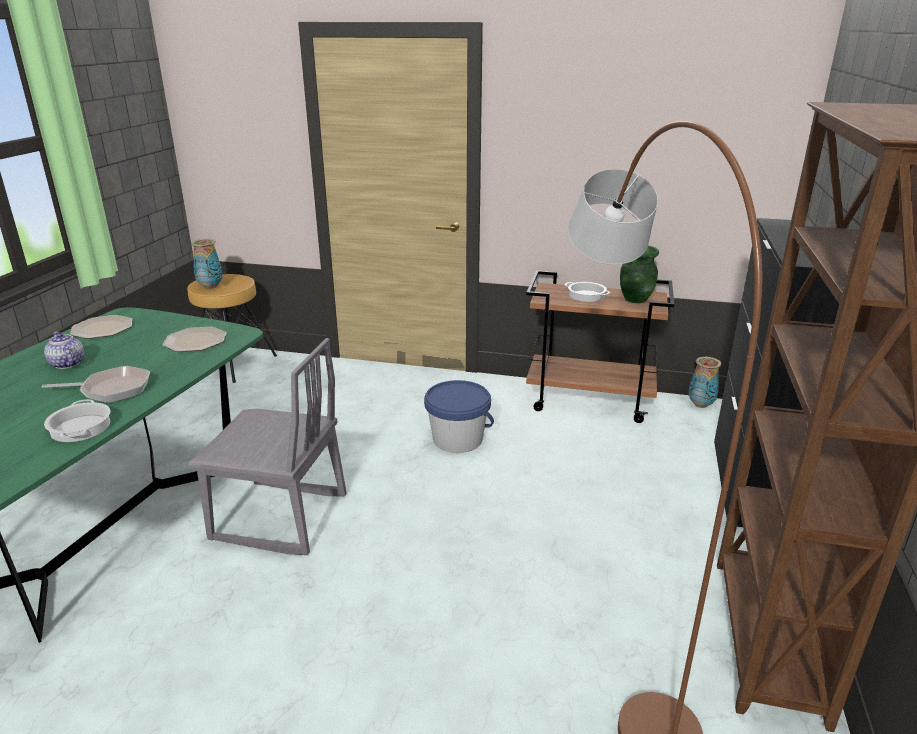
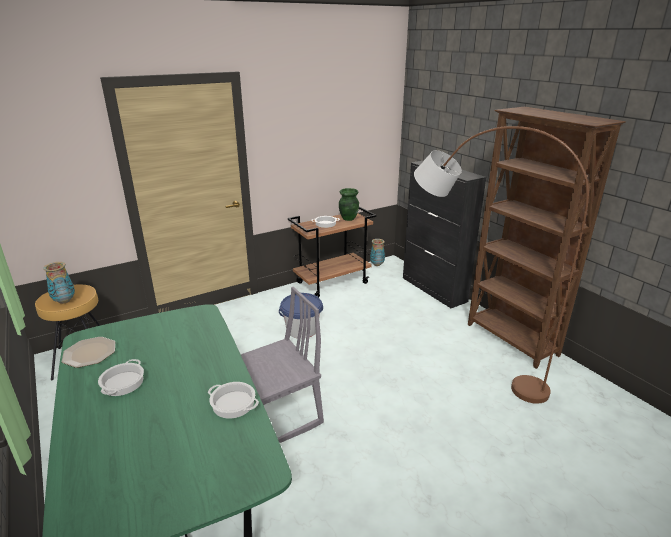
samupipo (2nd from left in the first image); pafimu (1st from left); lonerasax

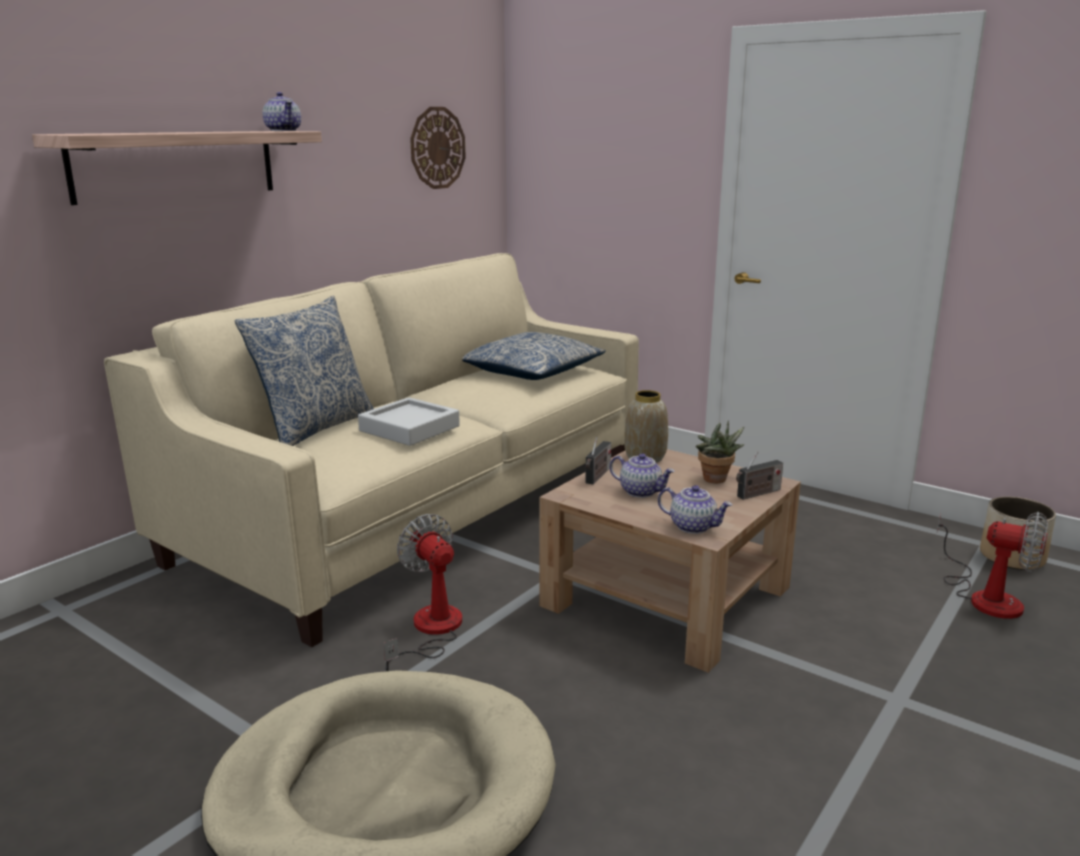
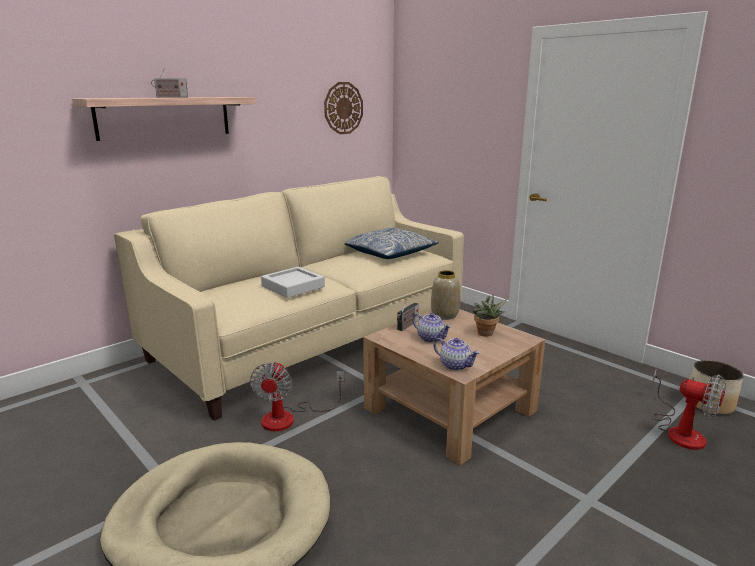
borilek (1st from left in the first image); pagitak (1st from left in the first image); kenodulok (1st from left); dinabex (1st from left)

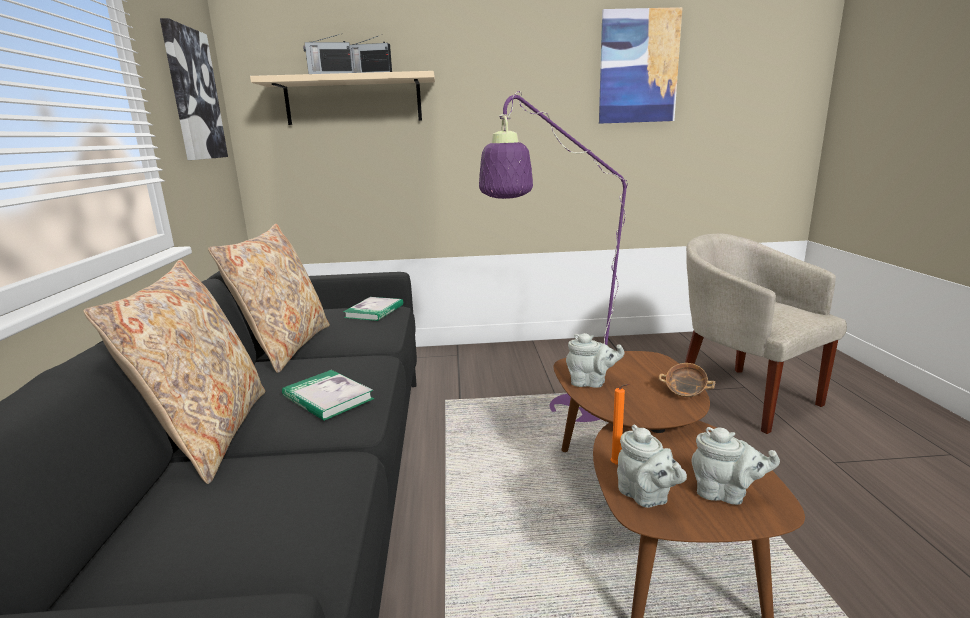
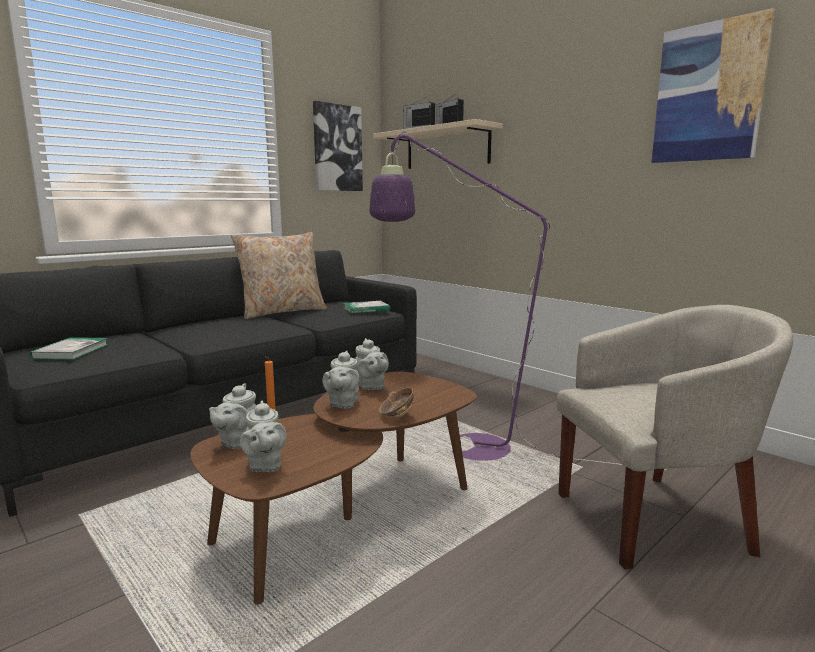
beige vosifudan; beige pagitak (1st from left in the first image); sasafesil (1st from left); grey borilek (3rd from left)

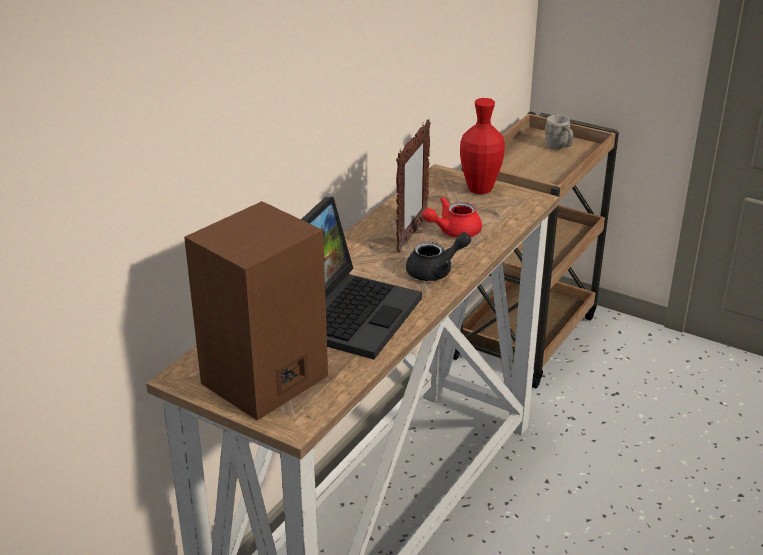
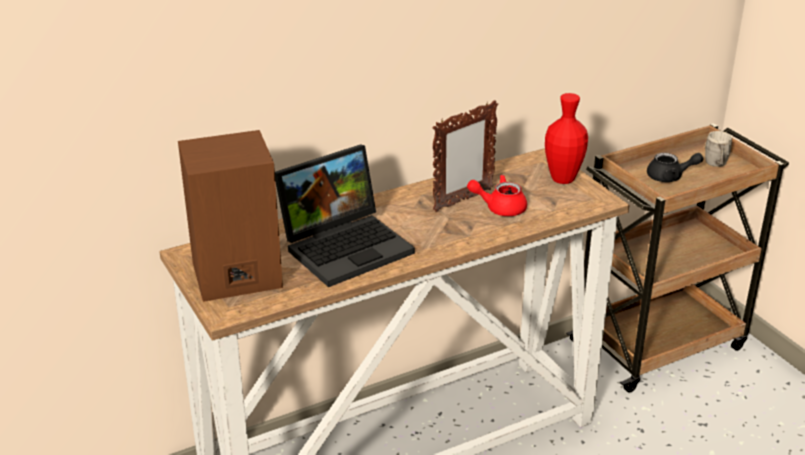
black borilek

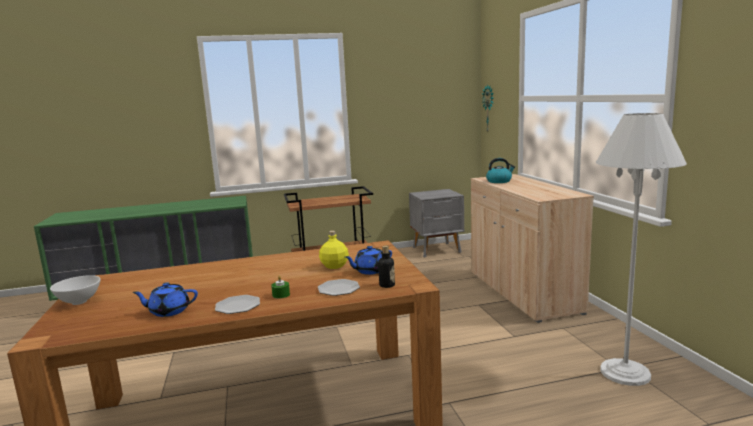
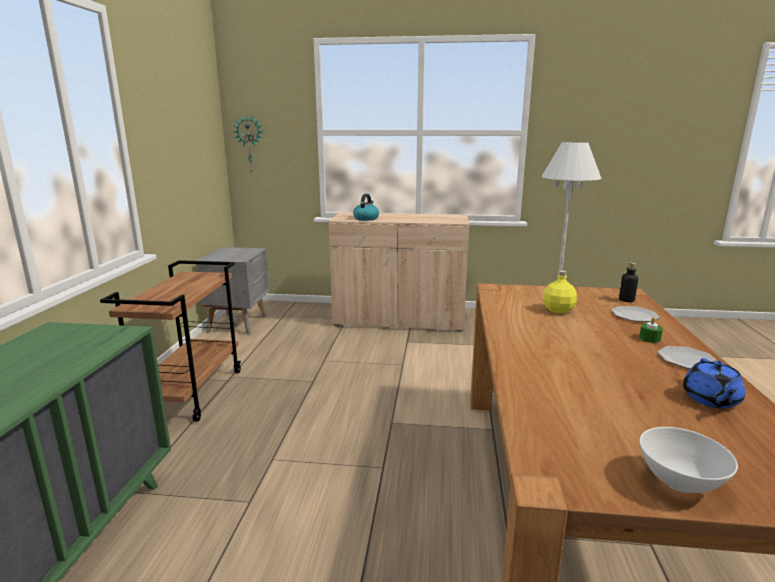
blue borilek (2nd from left in the first image)

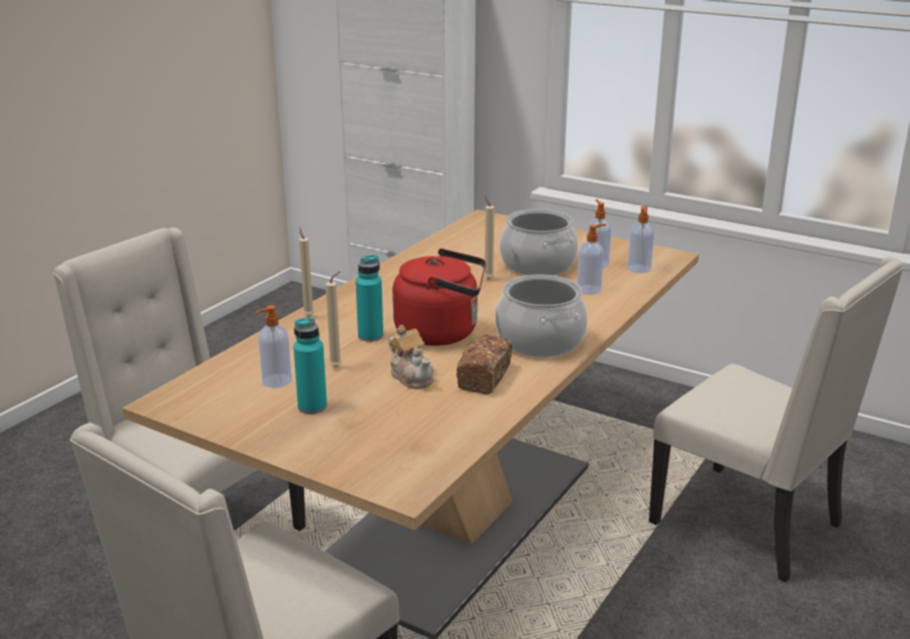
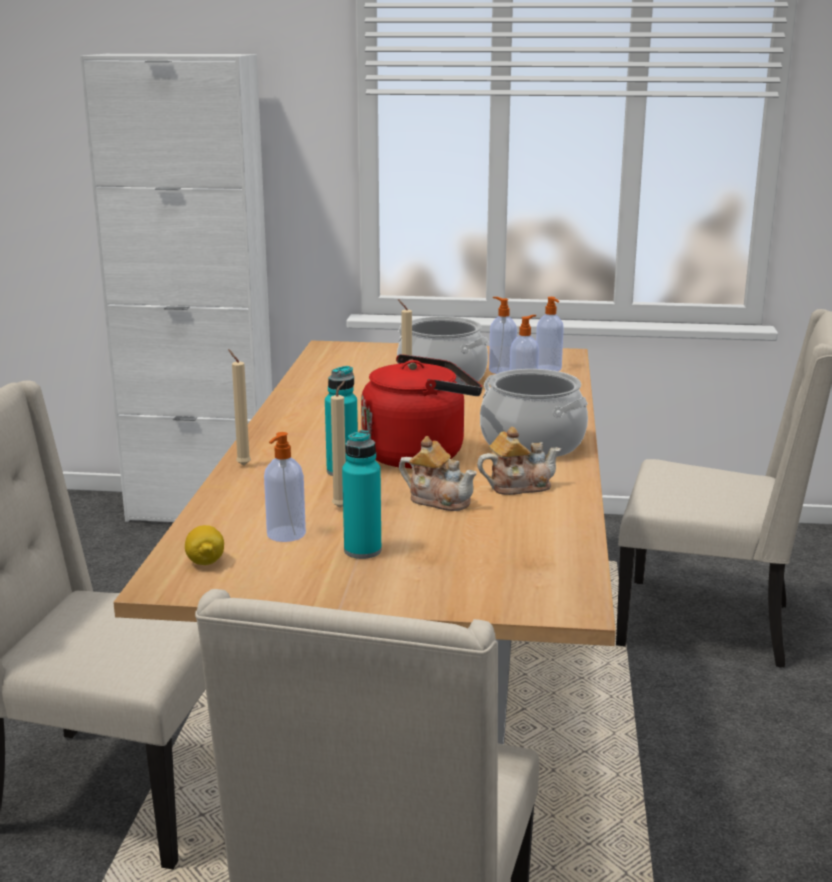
borilek (2nd from left); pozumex

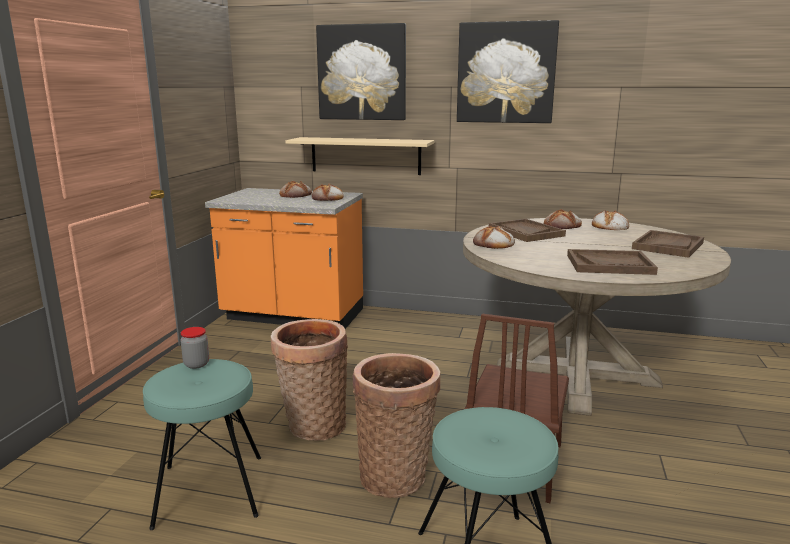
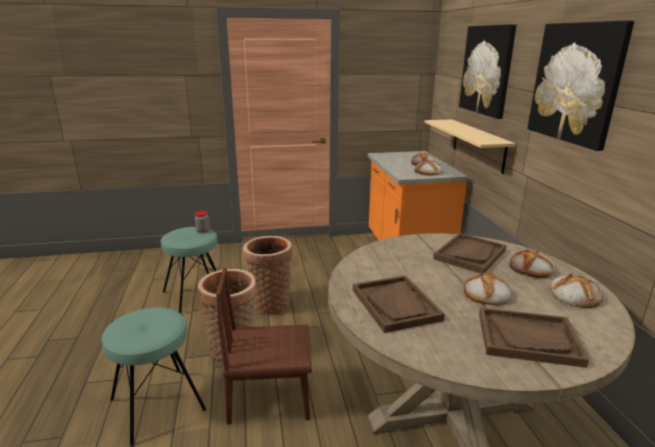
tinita (3rd from left)

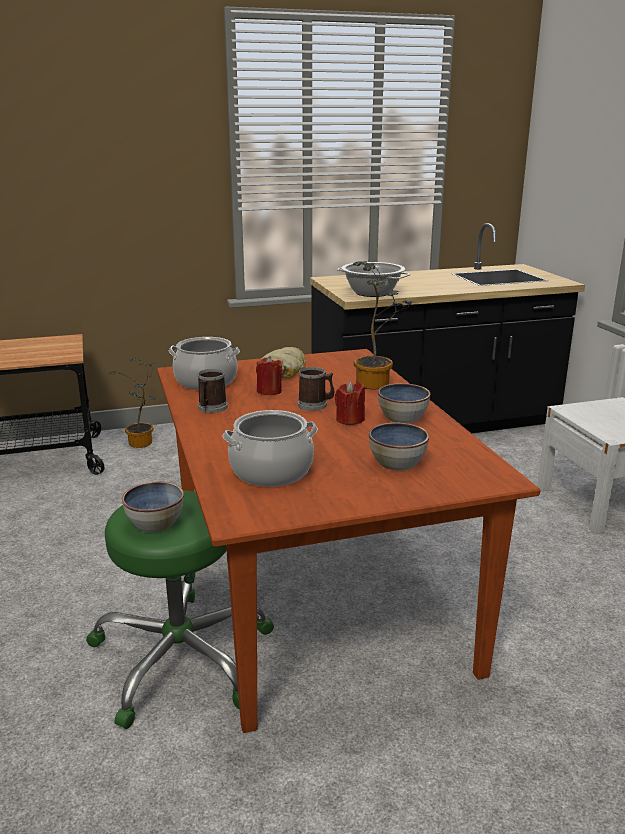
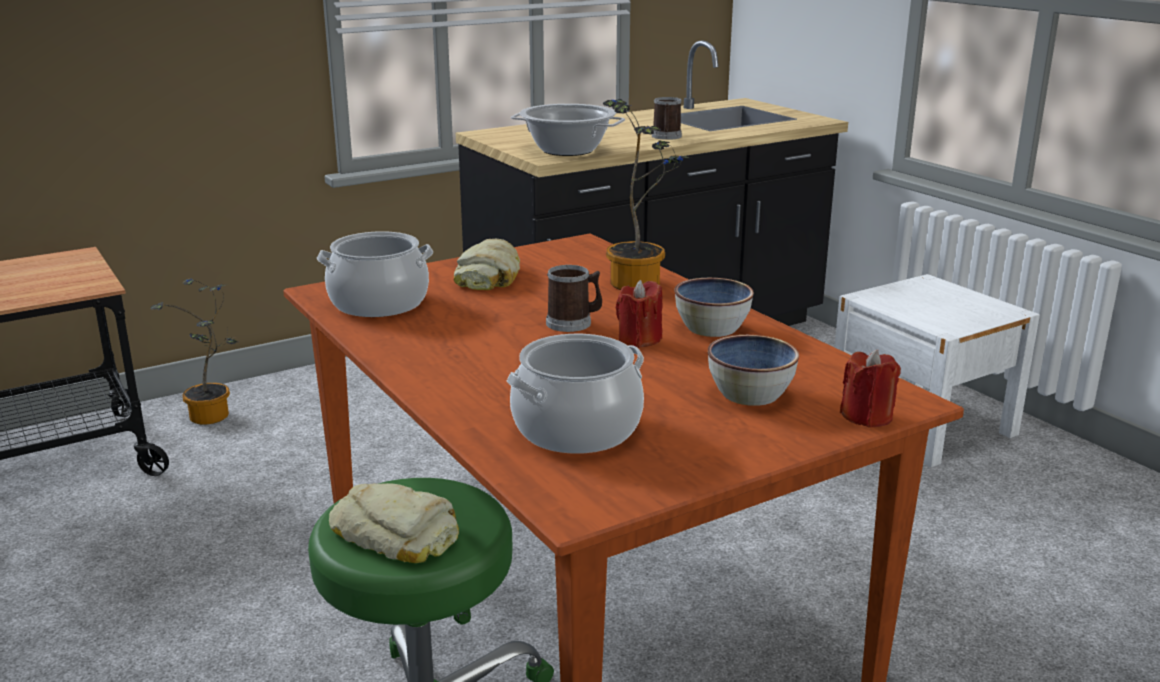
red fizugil (2nd from left); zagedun (2nd from left); tinita (1st from left)

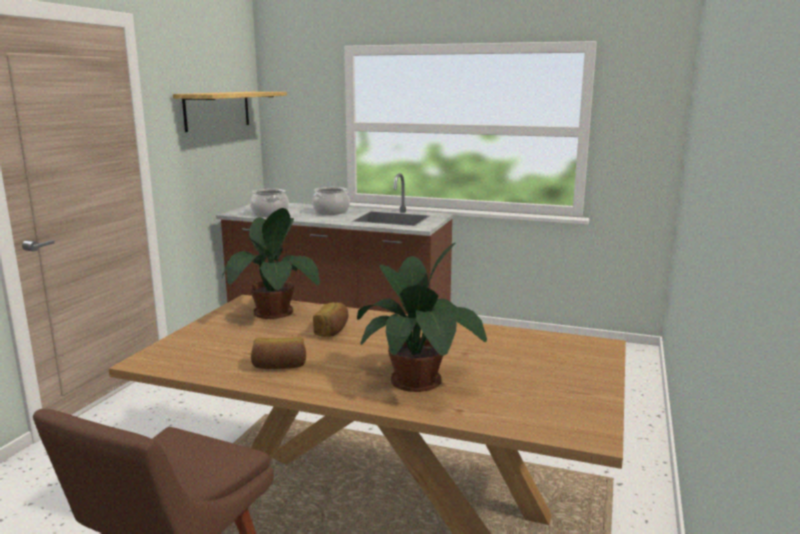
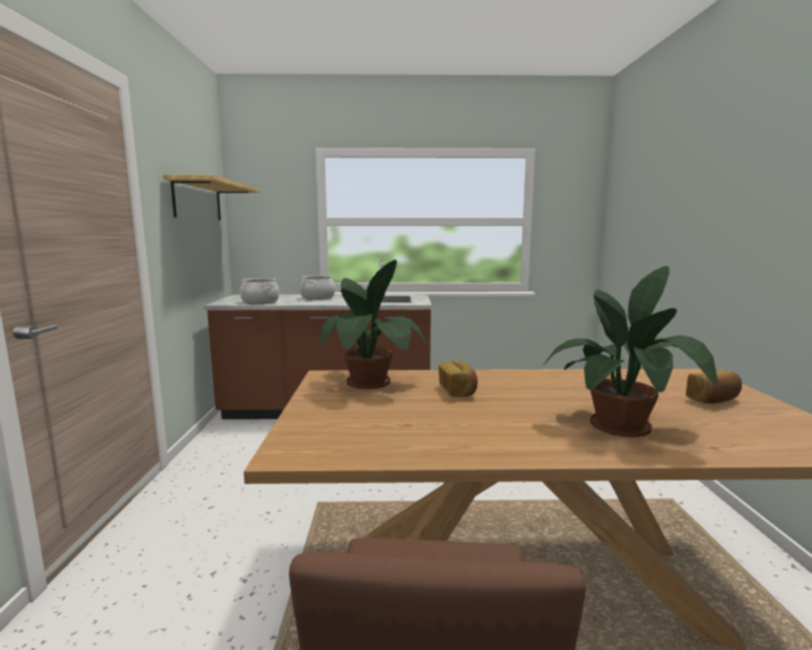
tinita (2nd from left)

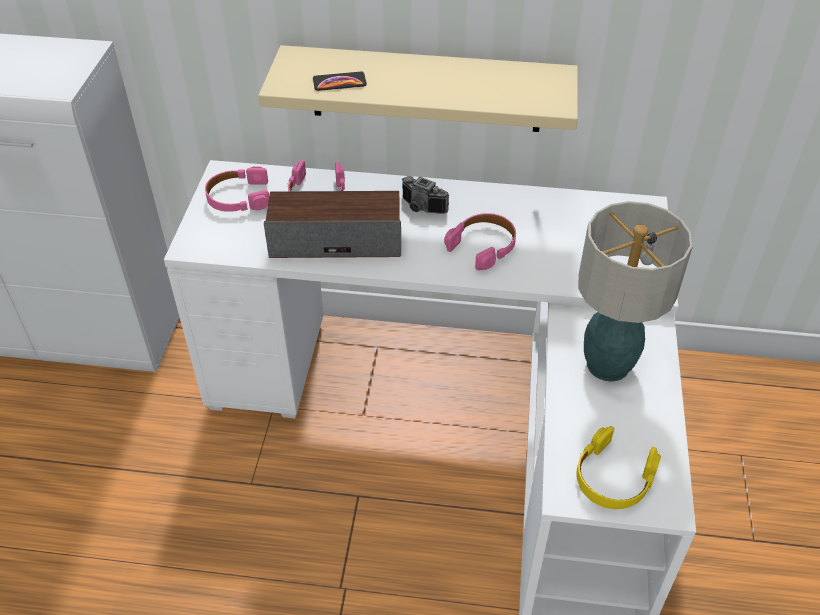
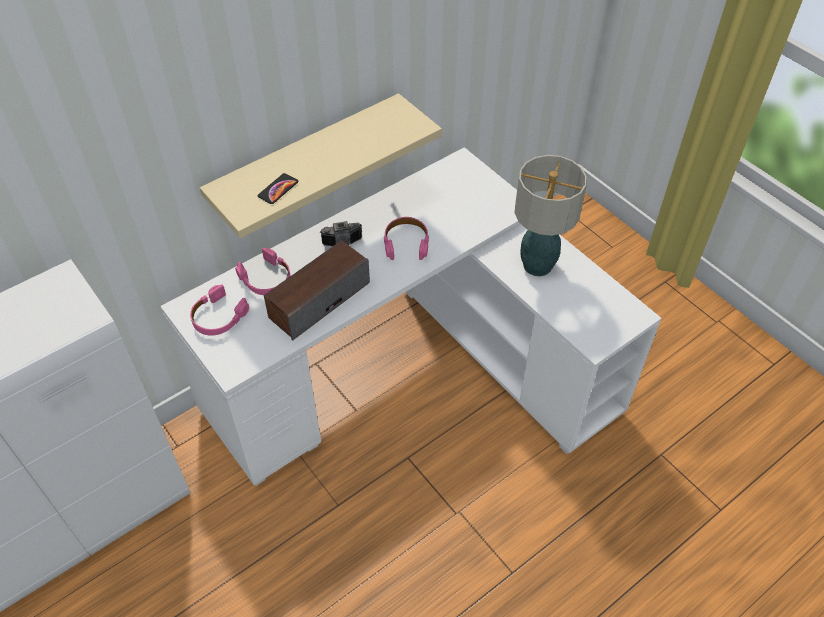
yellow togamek

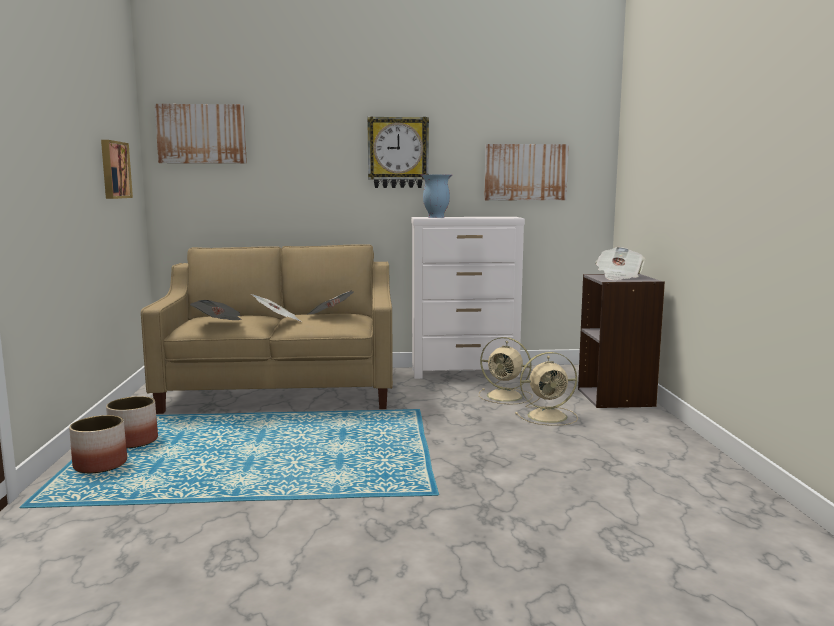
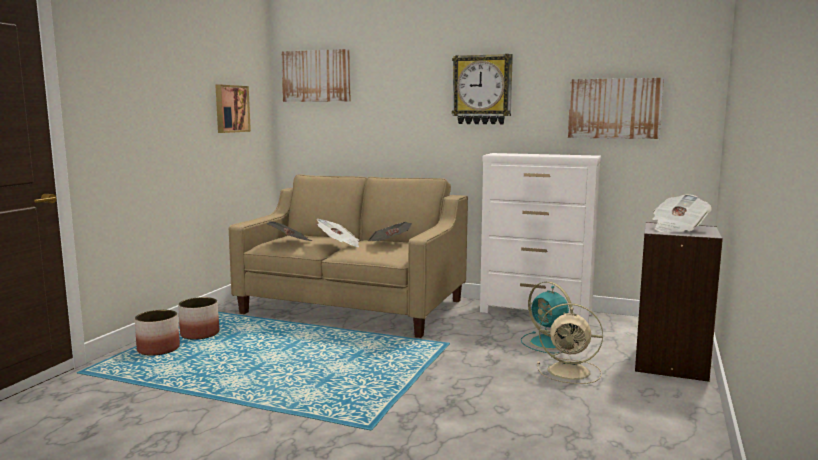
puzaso; turquoise dinabex

